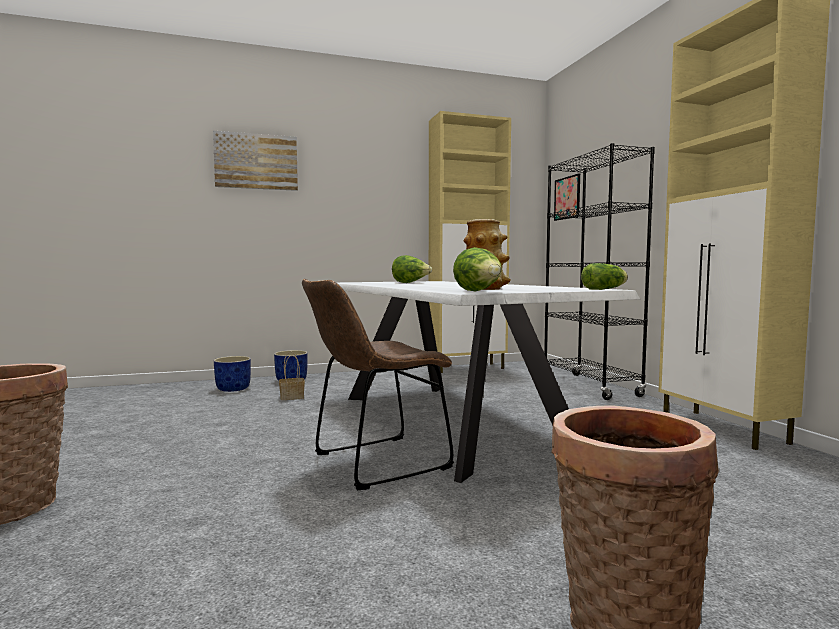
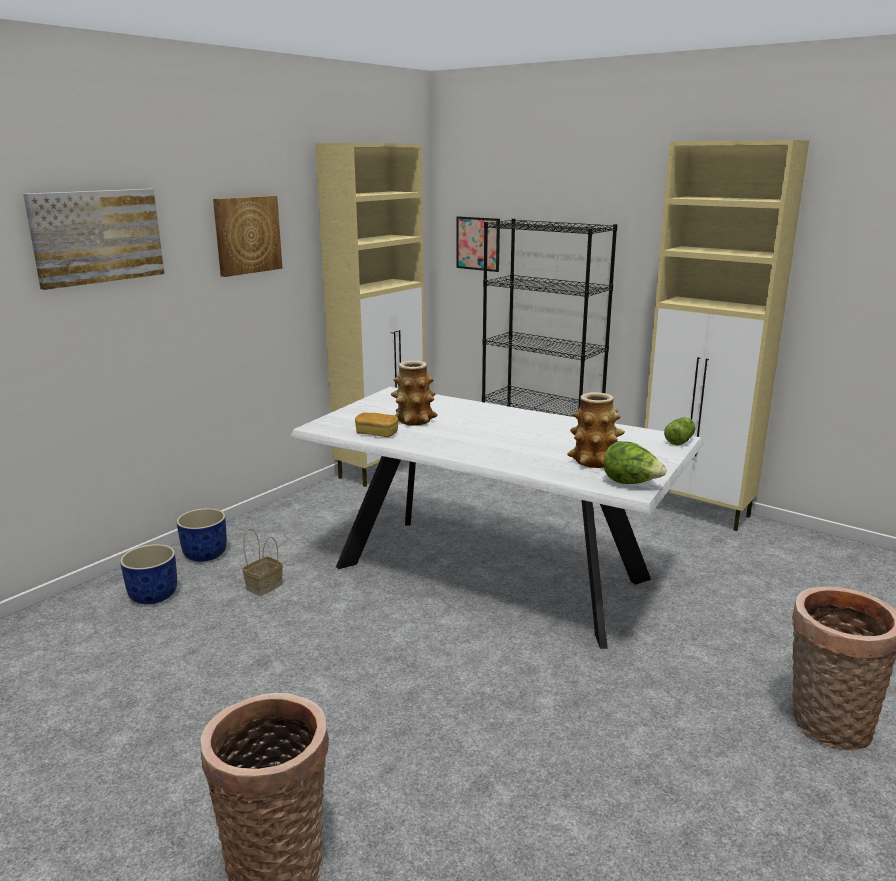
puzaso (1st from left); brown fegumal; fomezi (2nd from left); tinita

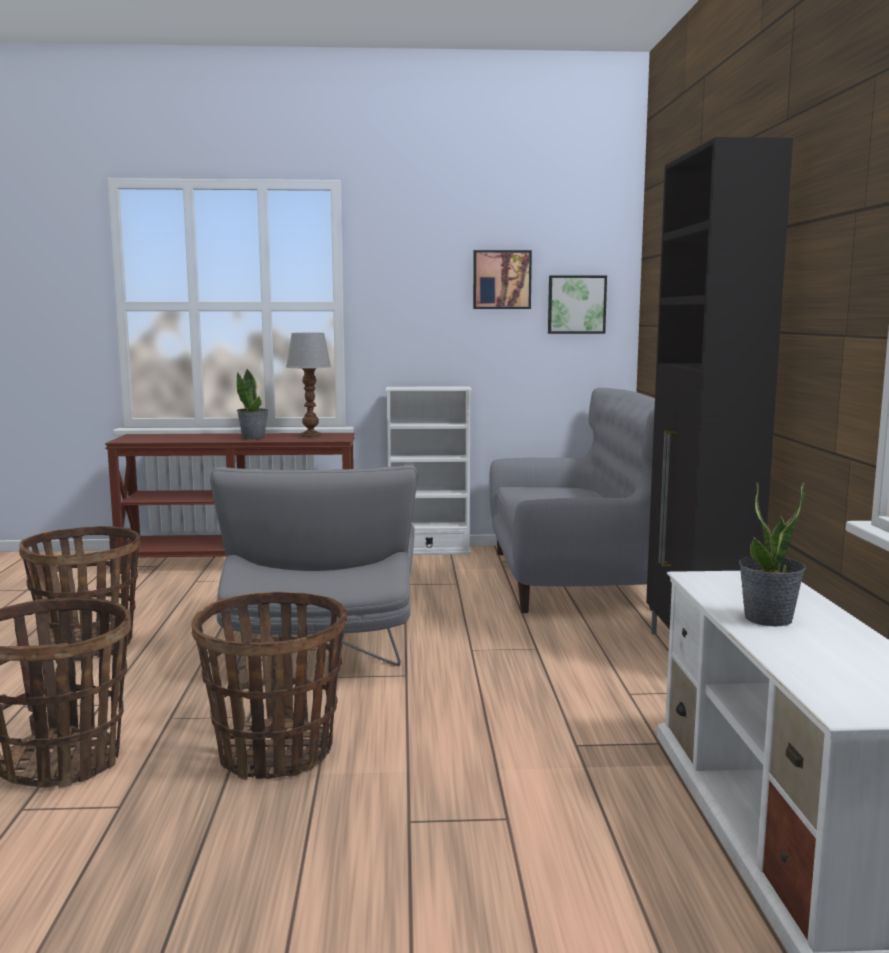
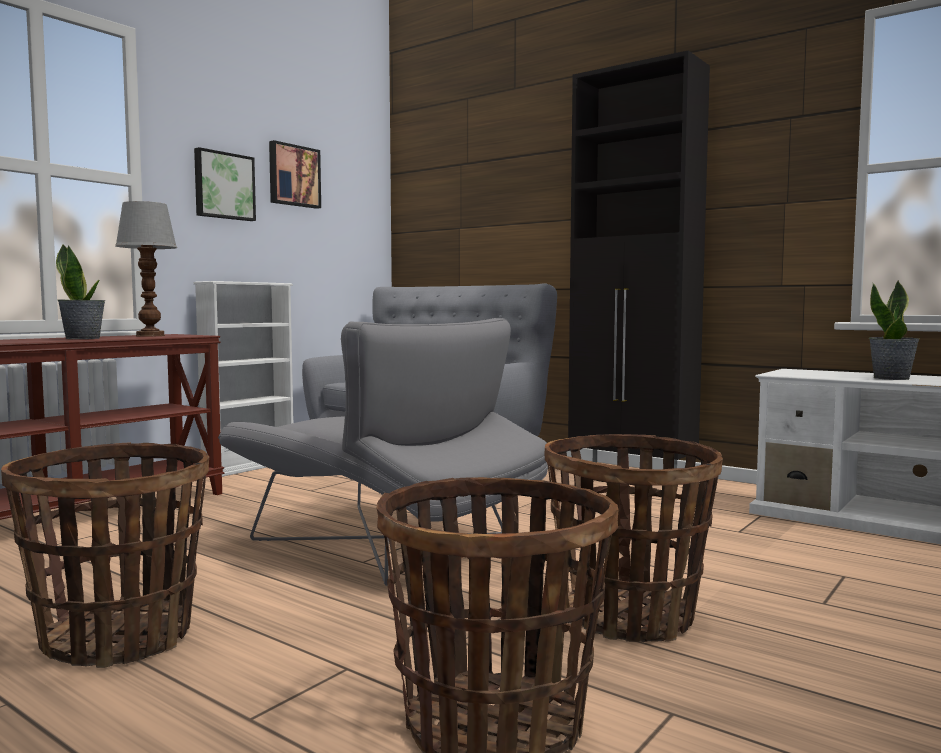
fomezi (1st from left)

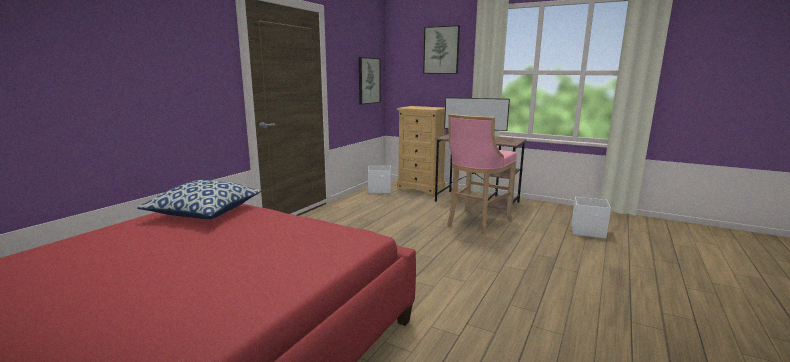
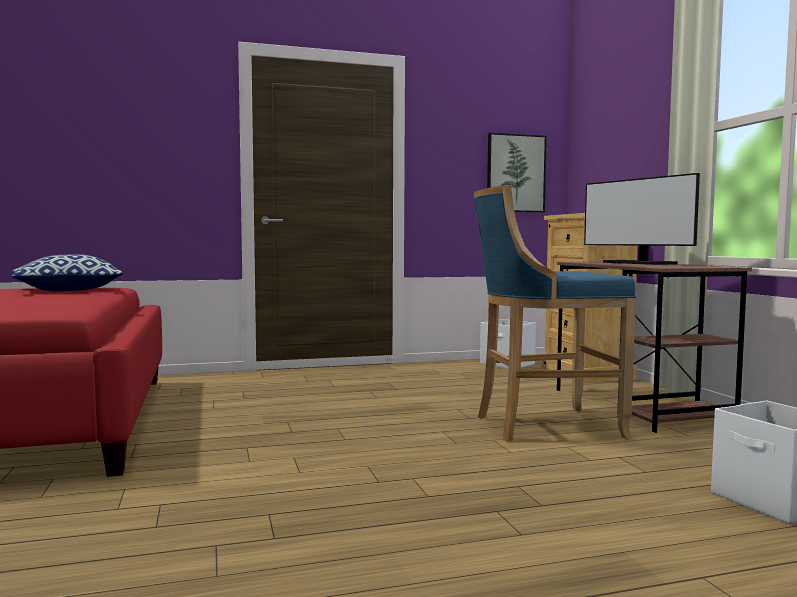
fomezi (2nd from left in the first image); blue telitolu

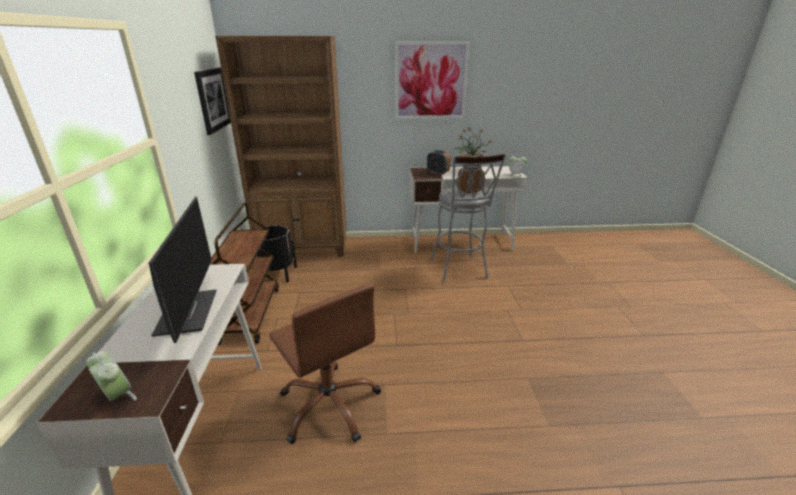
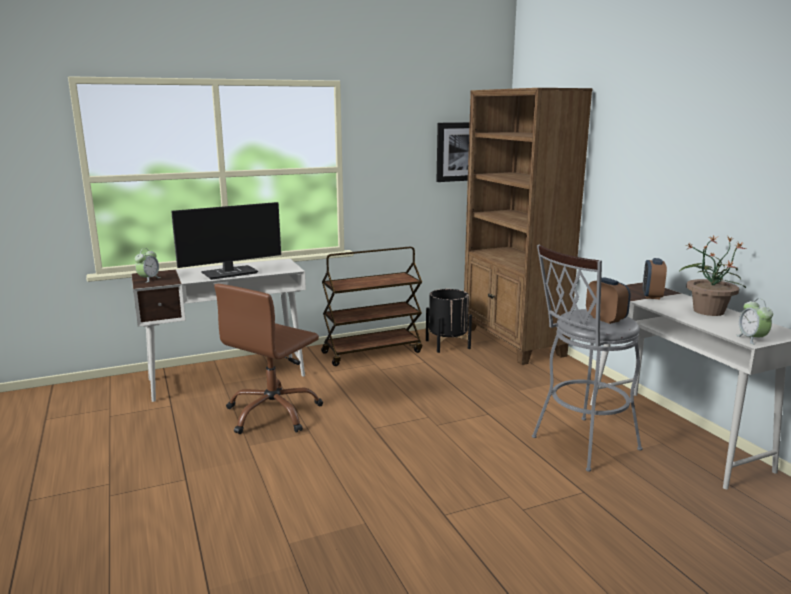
fomezi (2nd from left in the first image)

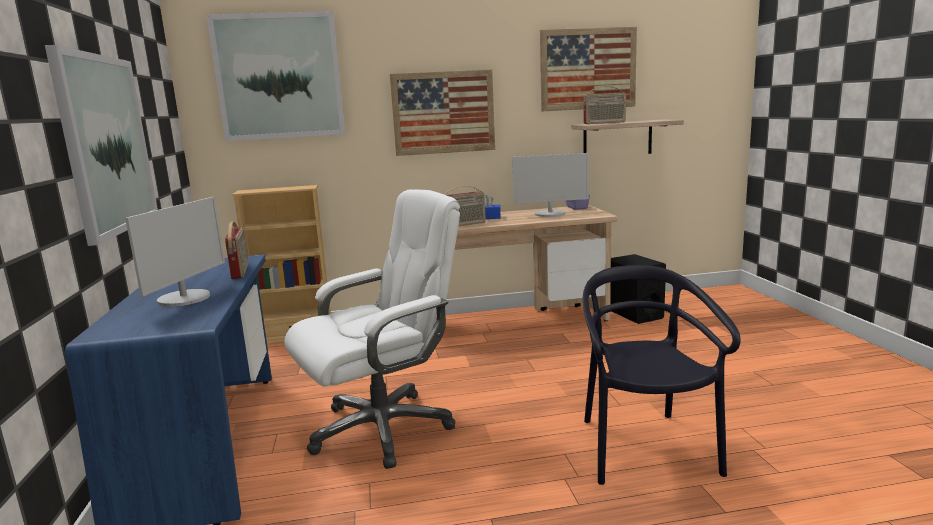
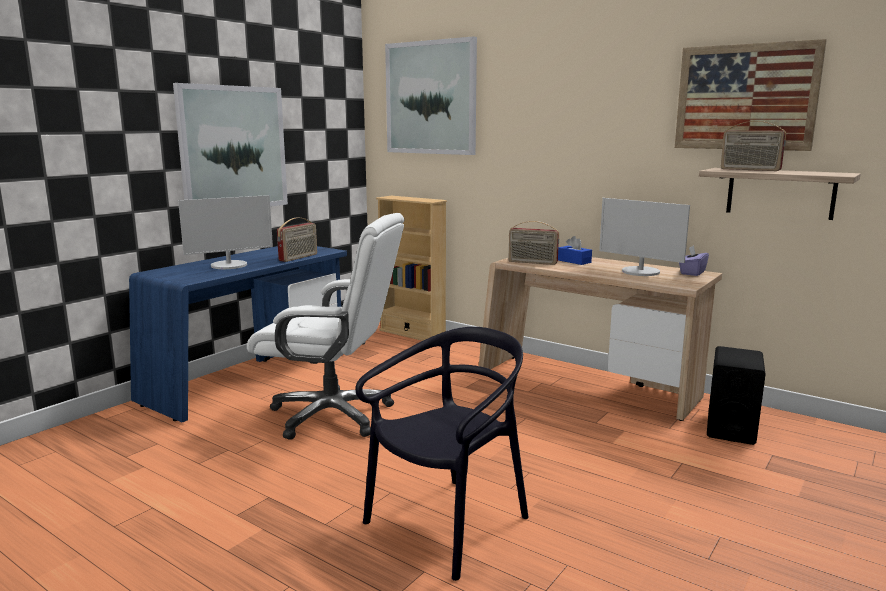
fomezi (3rd from left in the first image)

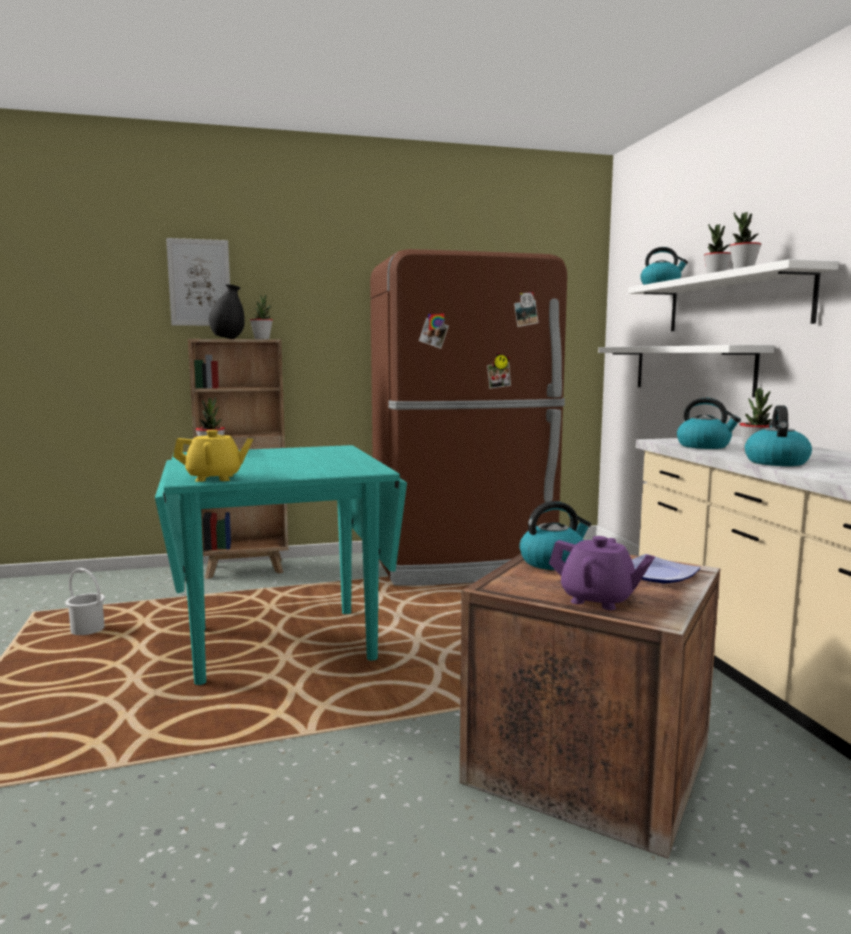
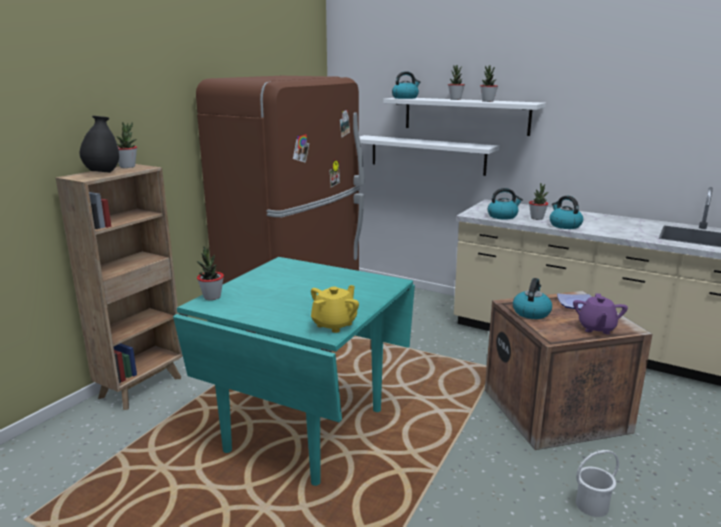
fomezi; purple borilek; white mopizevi

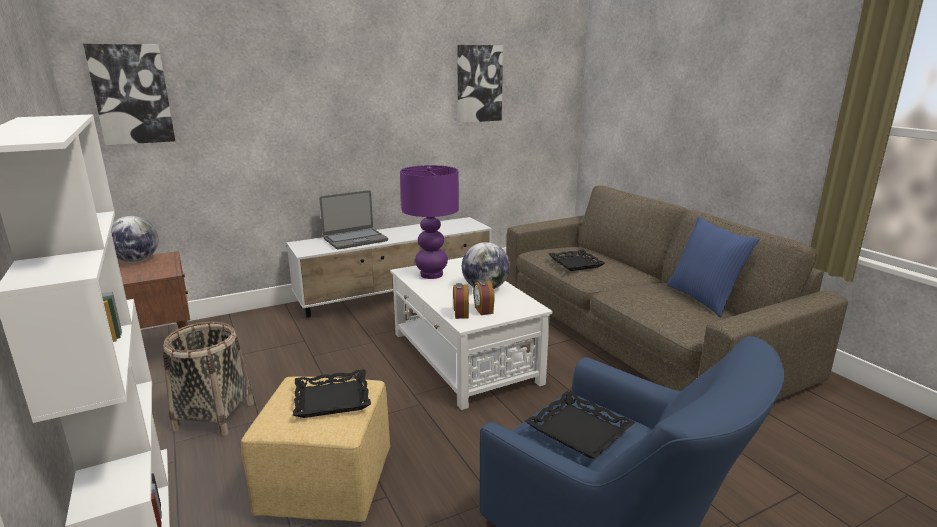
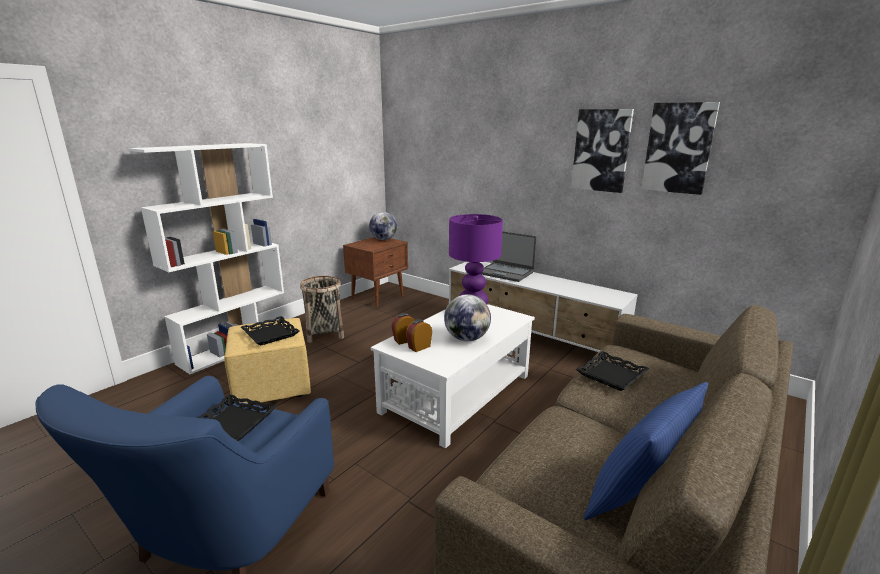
fomezi (1st from left)

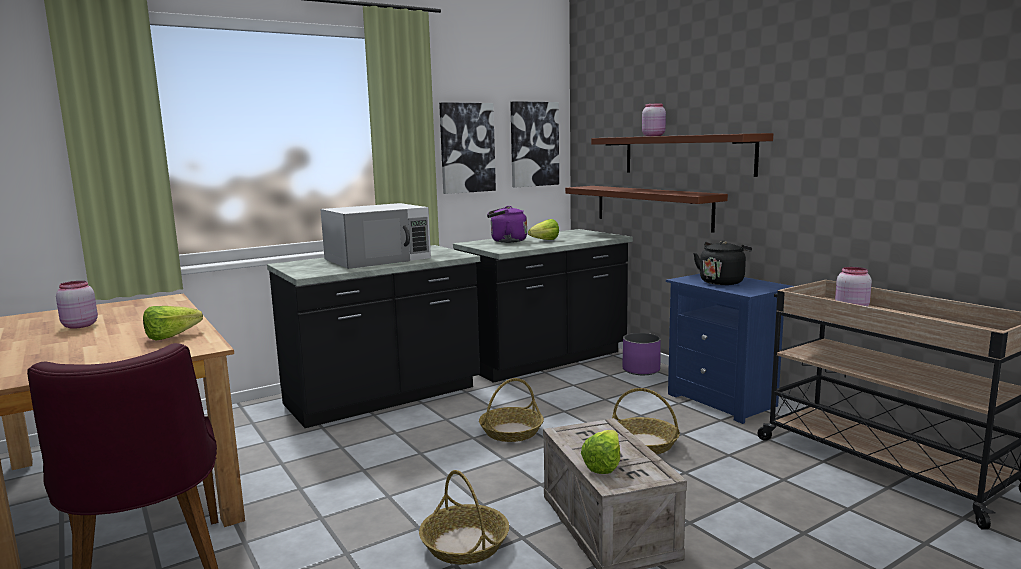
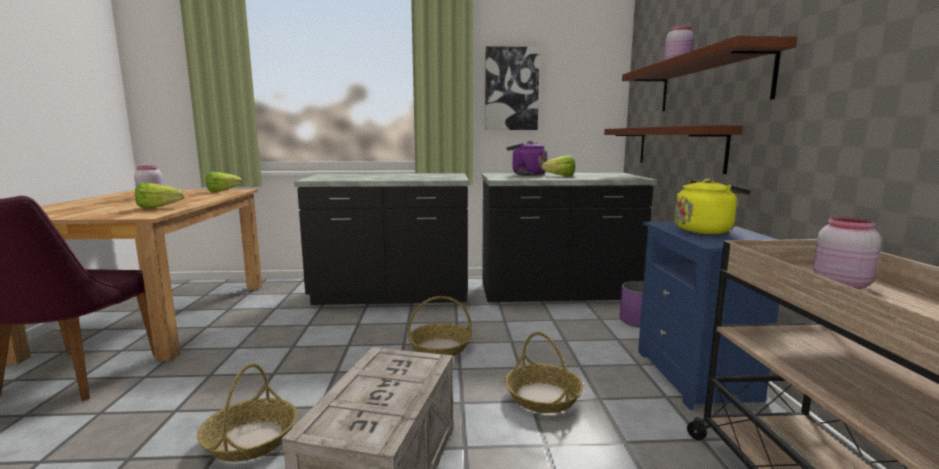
fomezi (2nd from left in the first image); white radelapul; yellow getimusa; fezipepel (2nd from left)

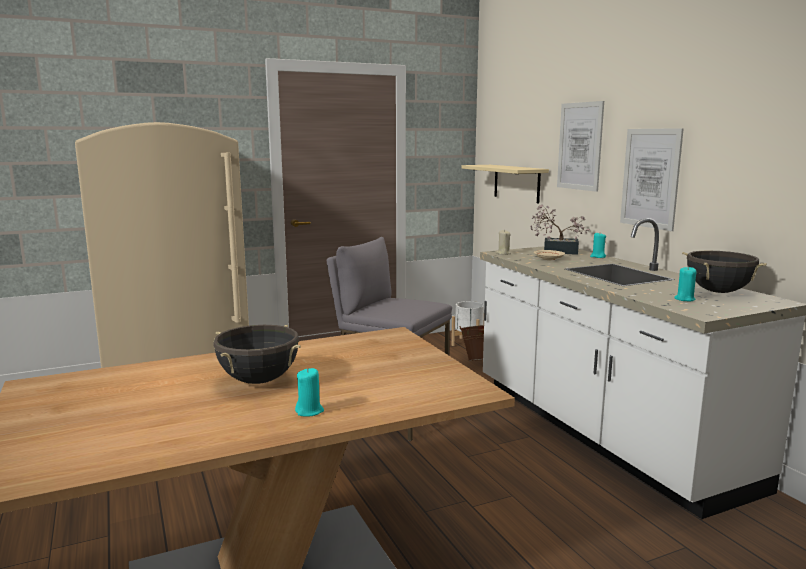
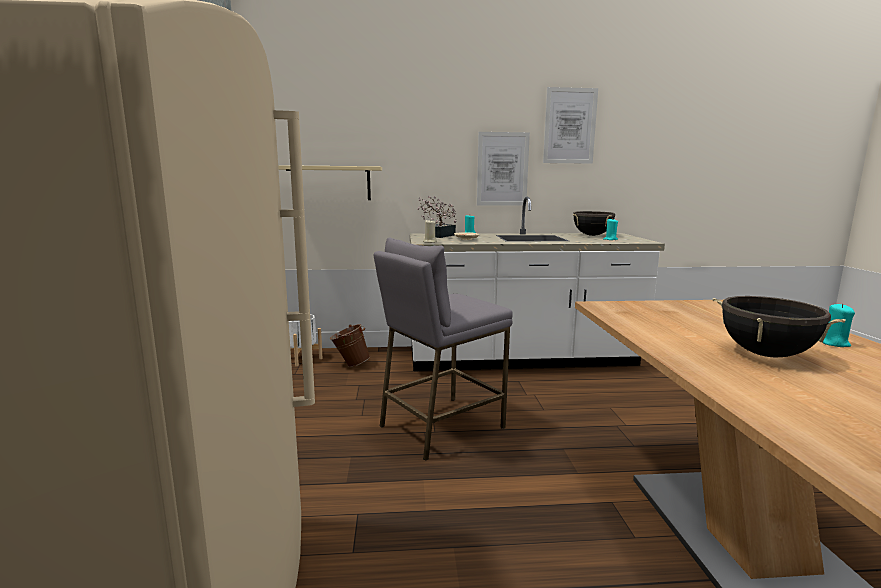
fomezi (2nd from left)

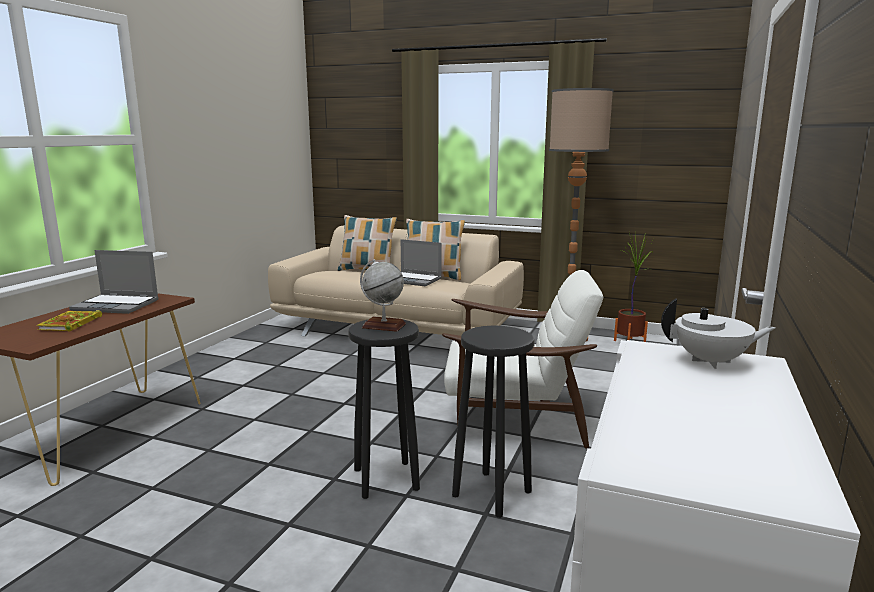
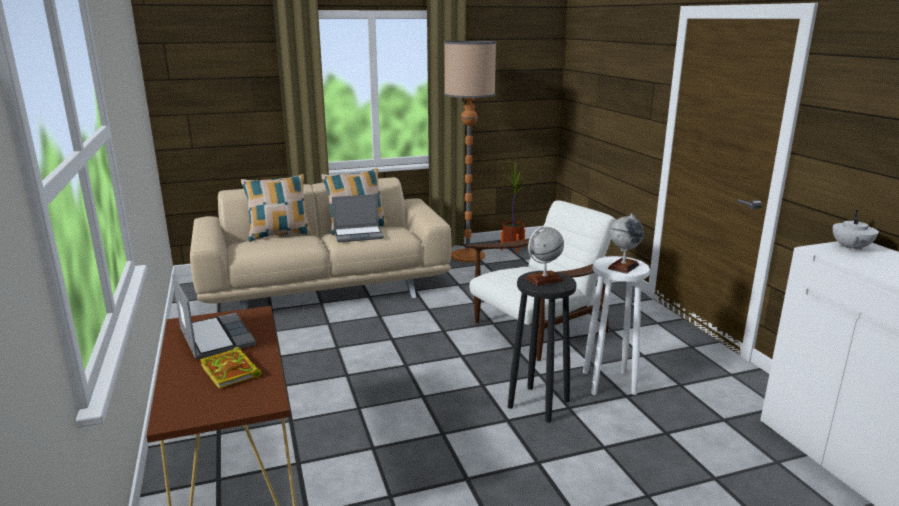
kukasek (1st from left); white borilek; white telitolu; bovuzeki (2nd from left)

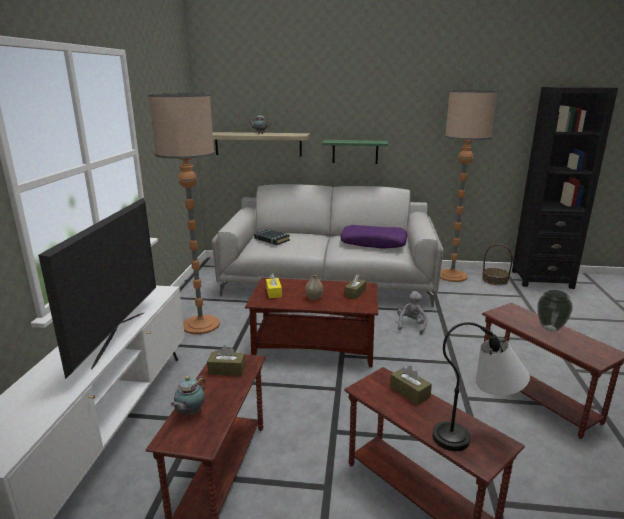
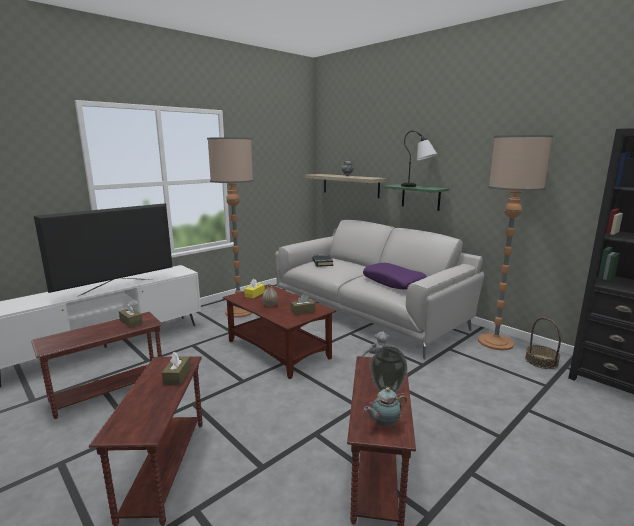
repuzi; borilek (2nd from left)

